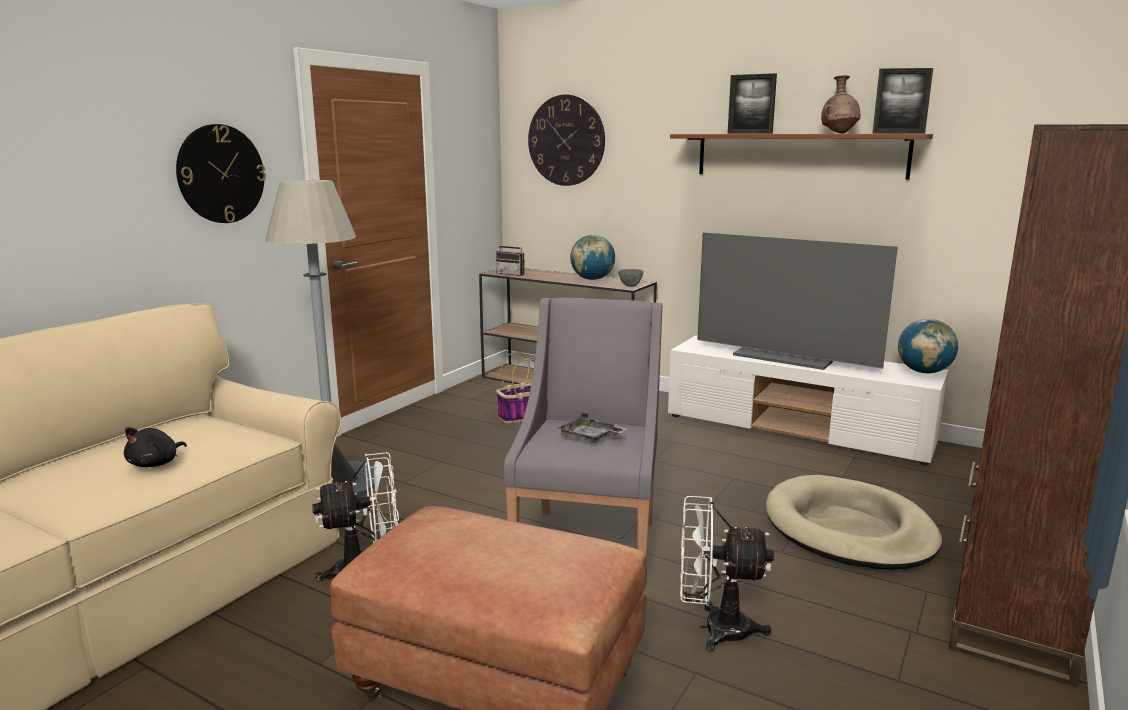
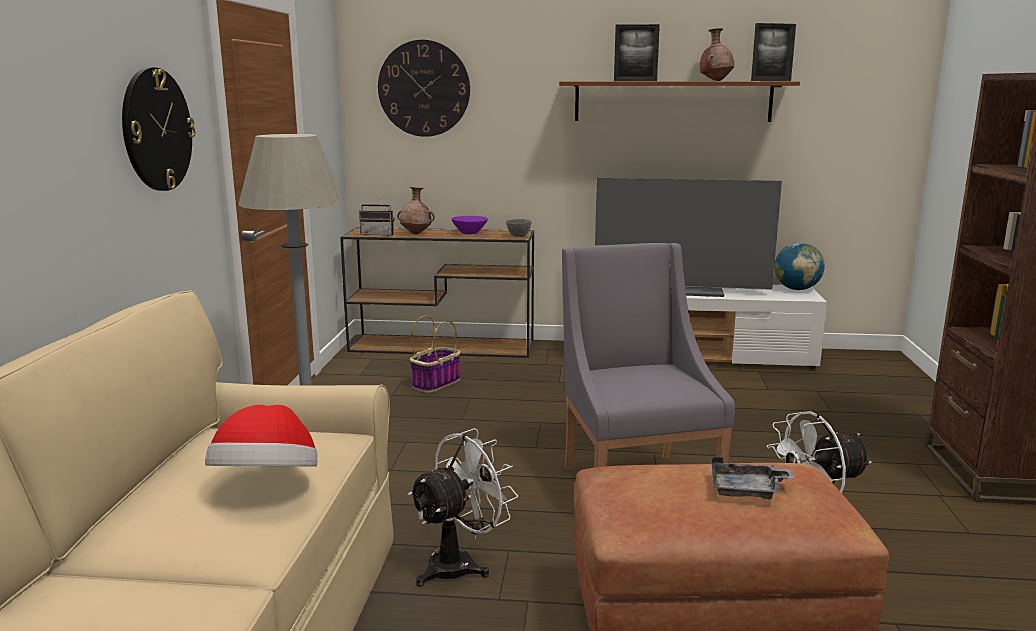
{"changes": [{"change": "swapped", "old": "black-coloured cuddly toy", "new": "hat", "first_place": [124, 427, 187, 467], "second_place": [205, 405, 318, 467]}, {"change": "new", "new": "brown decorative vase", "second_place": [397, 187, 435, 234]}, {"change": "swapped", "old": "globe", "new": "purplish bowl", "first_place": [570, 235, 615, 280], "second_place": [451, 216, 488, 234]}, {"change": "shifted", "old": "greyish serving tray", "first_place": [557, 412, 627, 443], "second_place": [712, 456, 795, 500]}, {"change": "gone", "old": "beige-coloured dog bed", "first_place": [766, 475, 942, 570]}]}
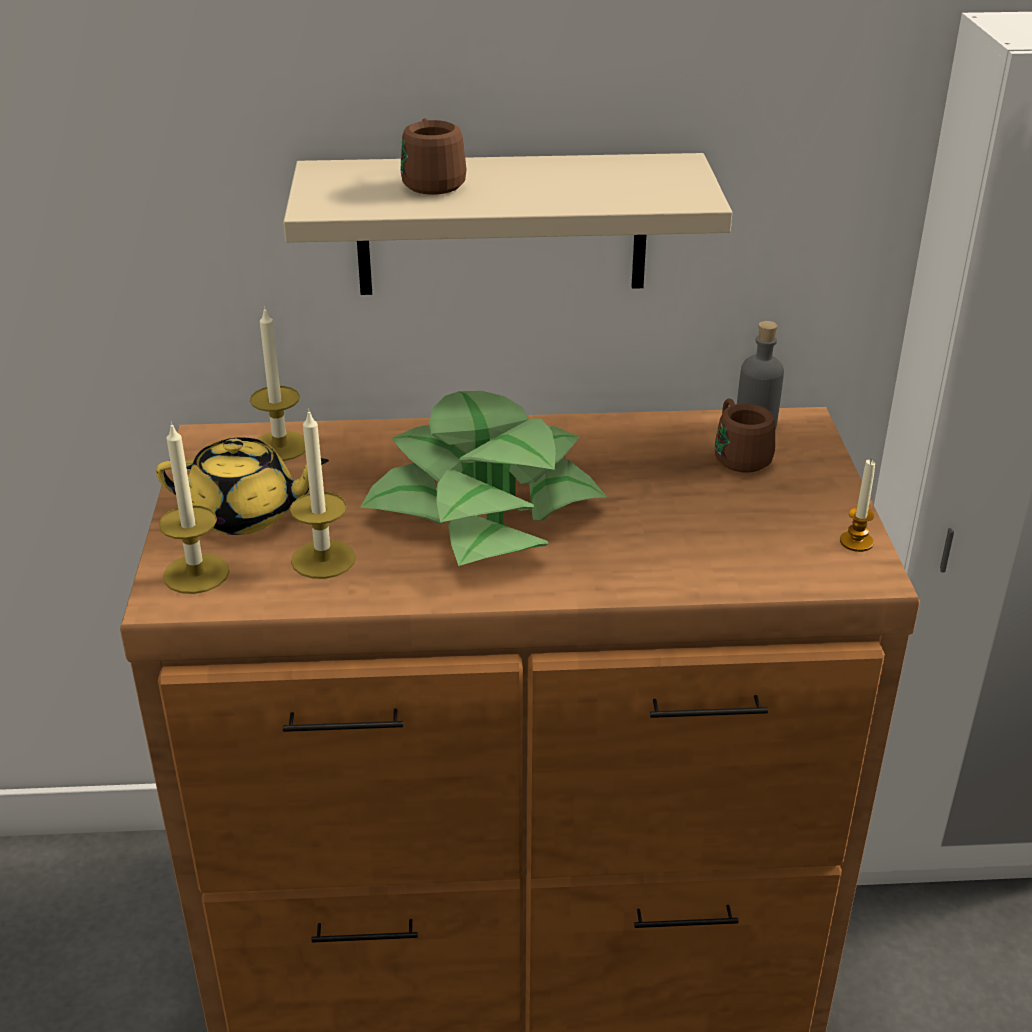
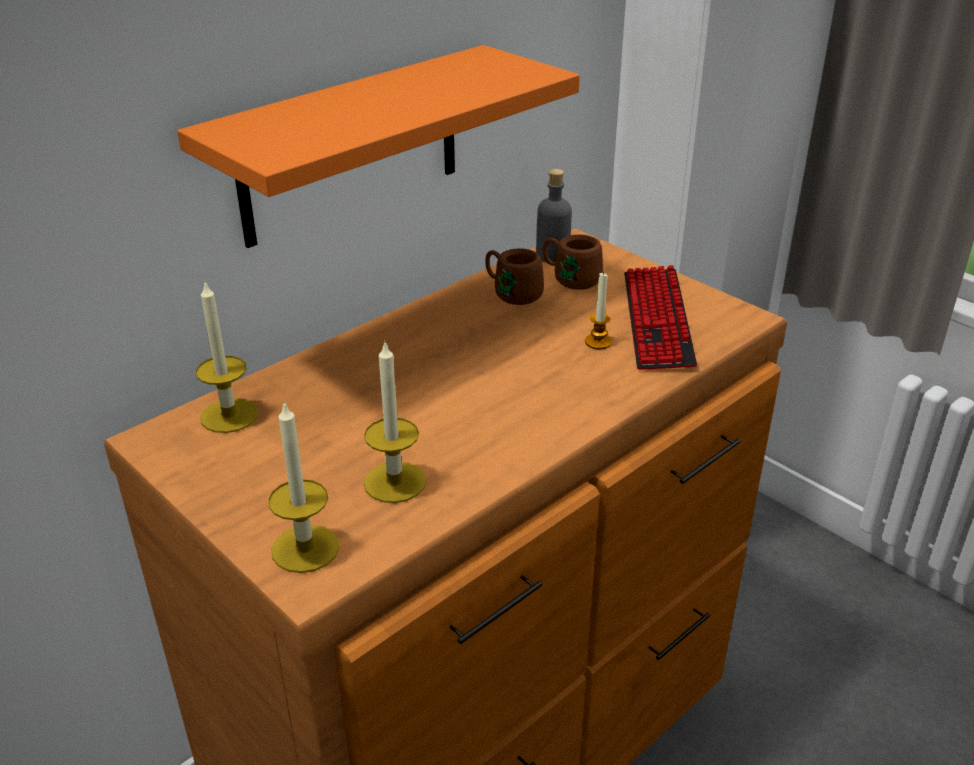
{"changes": [{"change": "repainted", "old": "beige-coloured shelf", "new": "orange shelf", "first_place": [283, 153, 732, 295], "second_place": [177, 45, 580, 248]}, {"change": "shifted", "old": "brown mug", "first_place": [401, 118, 467, 195], "second_place": [485, 248, 544, 305]}, {"change": "shifted", "old": "wax light", "first_place": [840, 460, 875, 552], "second_place": [585, 272, 612, 349]}, {"change": "new", "new": "computer keyboard", "second_place": [624, 265, 697, 370]}, {"change": "gone", "old": "yellow teapot", "first_place": [156, 437, 329, 535]}, {"change": "gone", "old": "houseplant", "first_place": [360, 391, 607, 566]}]}
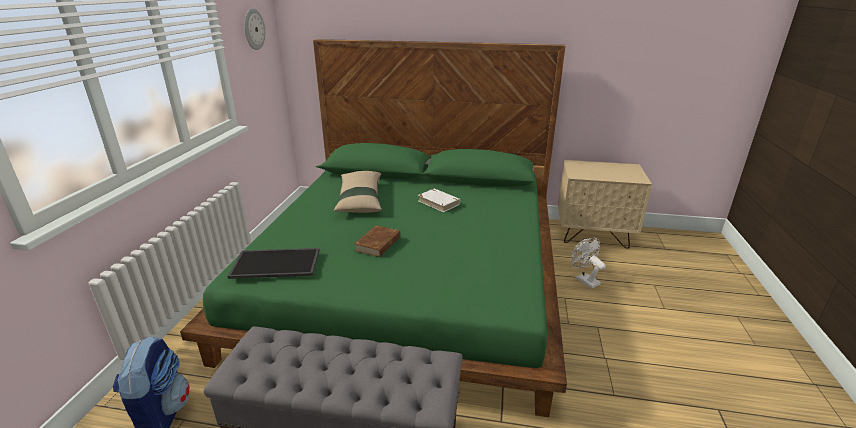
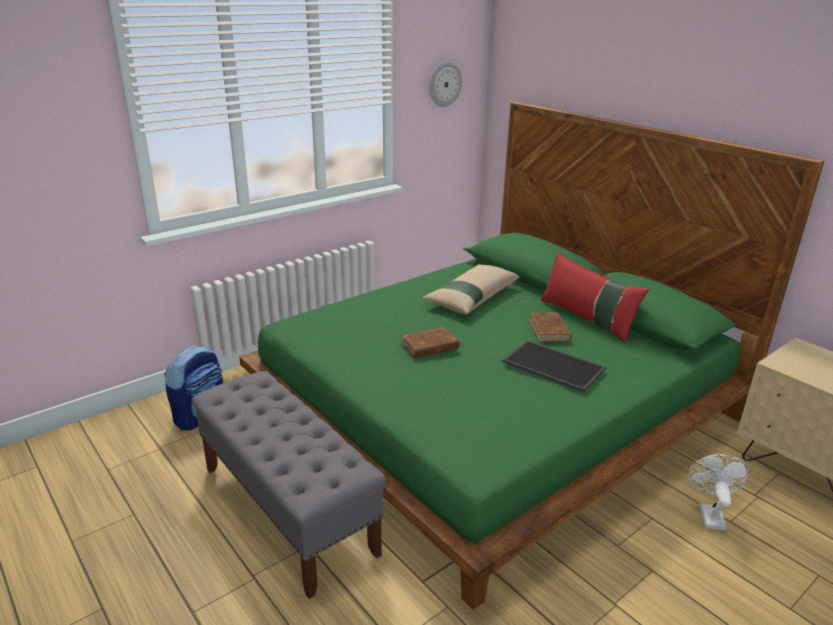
{"changes": [{"change": "shifted", "old": "serving tray", "first_place": [227, 248, 320, 279], "second_place": [503, 340, 606, 392]}, {"change": "repainted", "old": "whitish book", "new": "brown book", "first_place": [418, 189, 460, 212], "second_place": [529, 312, 571, 342]}, {"change": "new", "new": "red cushion", "second_place": [541, 252, 649, 343]}]}
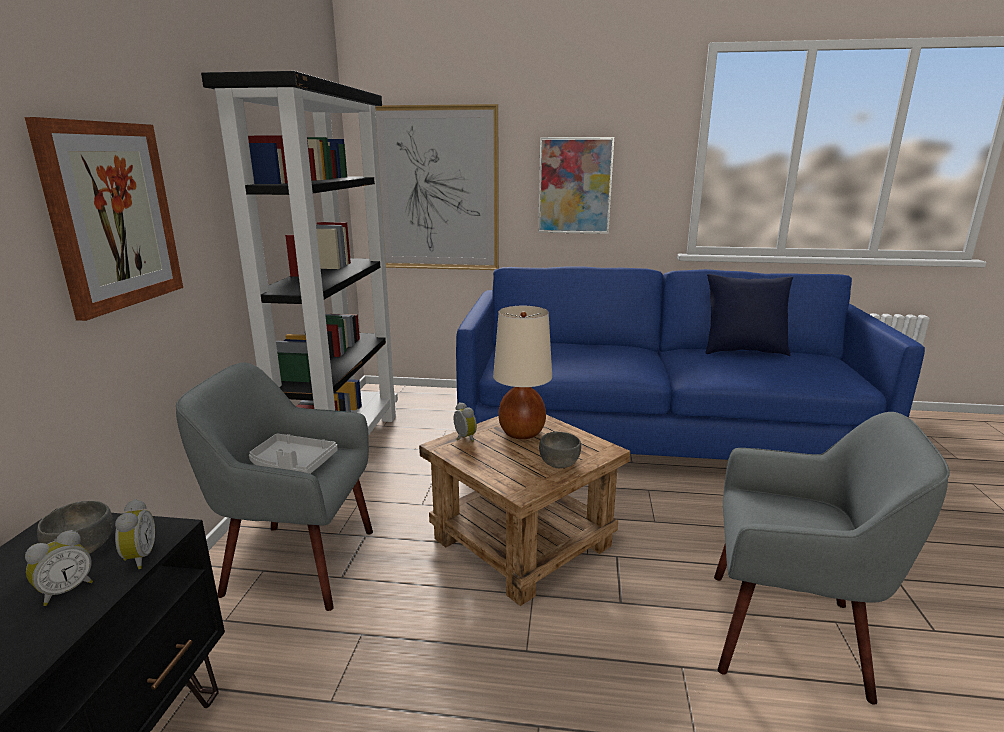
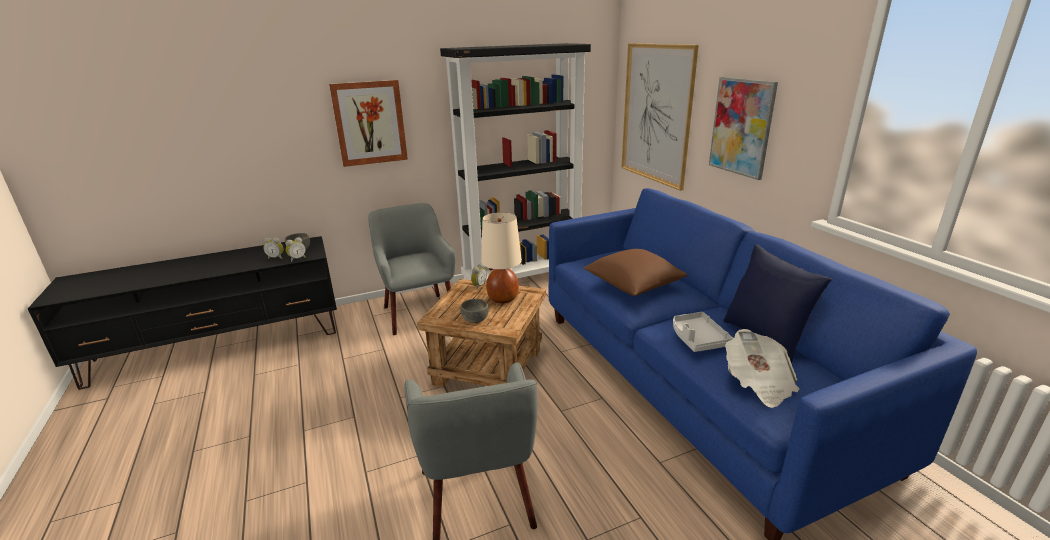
{"changes": [{"change": "new", "new": "brown cushion", "second_place": [583, 249, 687, 296]}, {"change": "shifted", "old": "greyish serving tray", "first_place": [249, 433, 338, 474], "second_place": [673, 312, 733, 352]}, {"change": "new", "new": "daily paper", "second_place": [725, 329, 800, 408]}]}
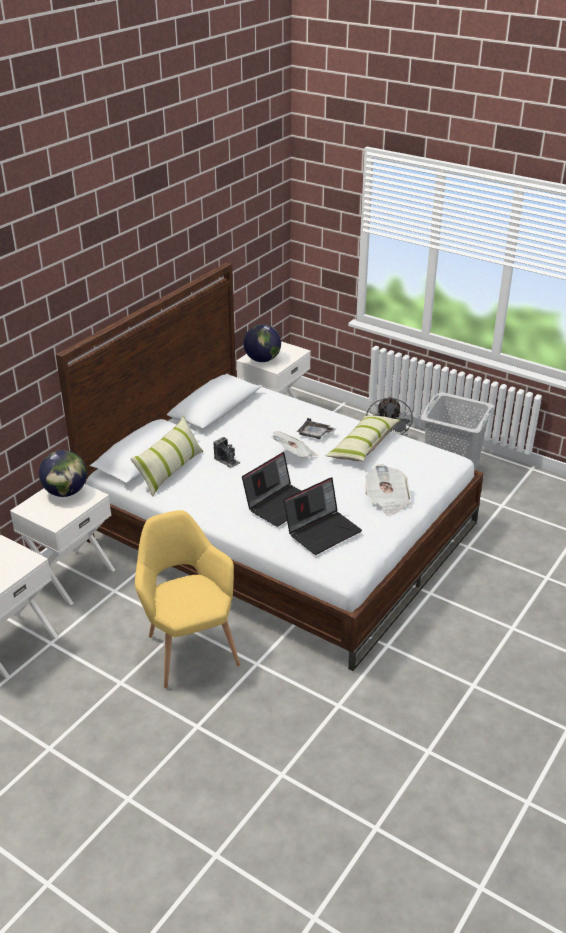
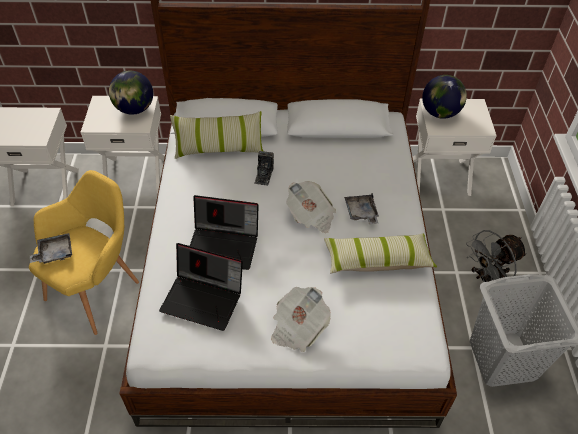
{"changes": [{"change": "new", "new": "greyish serving tray", "second_place": [30, 233, 72, 264]}]}
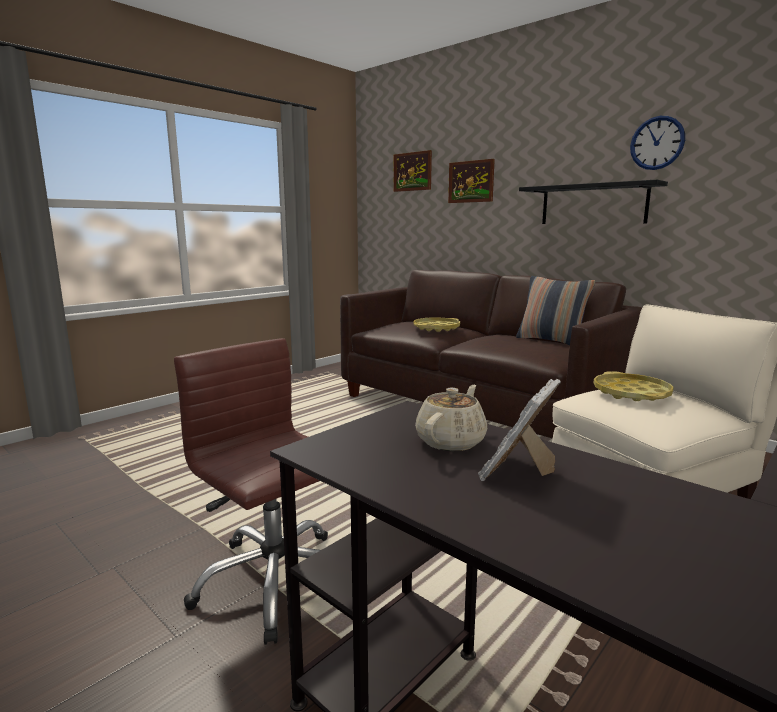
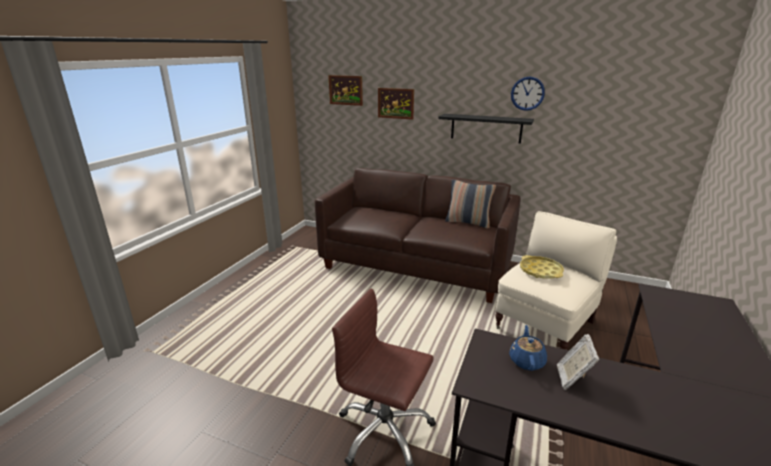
{"changes": [{"change": "repainted", "old": "beige-coloured teapot", "new": "blue-coloured teapot", "first_place": [415, 385, 487, 451], "second_place": [509, 325, 547, 371]}, {"change": "gone", "old": "yellow serving tray", "first_place": [414, 317, 460, 332]}]}
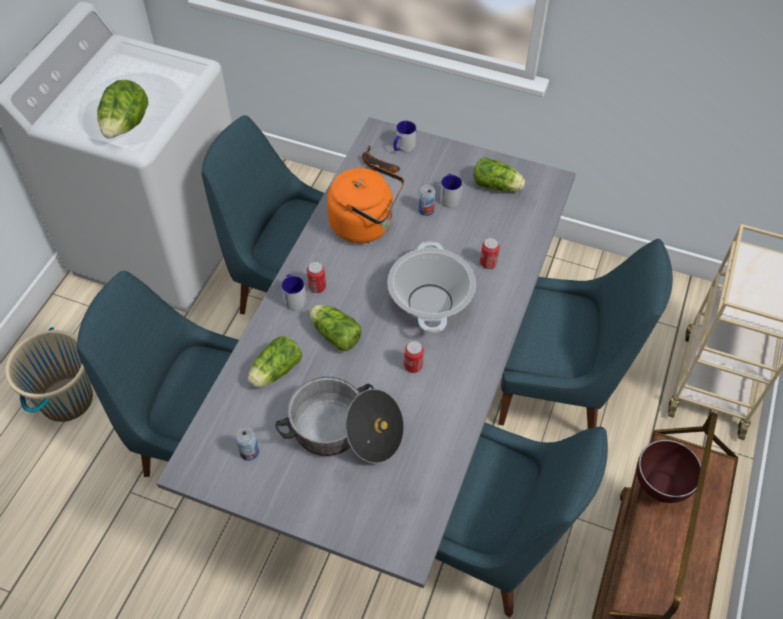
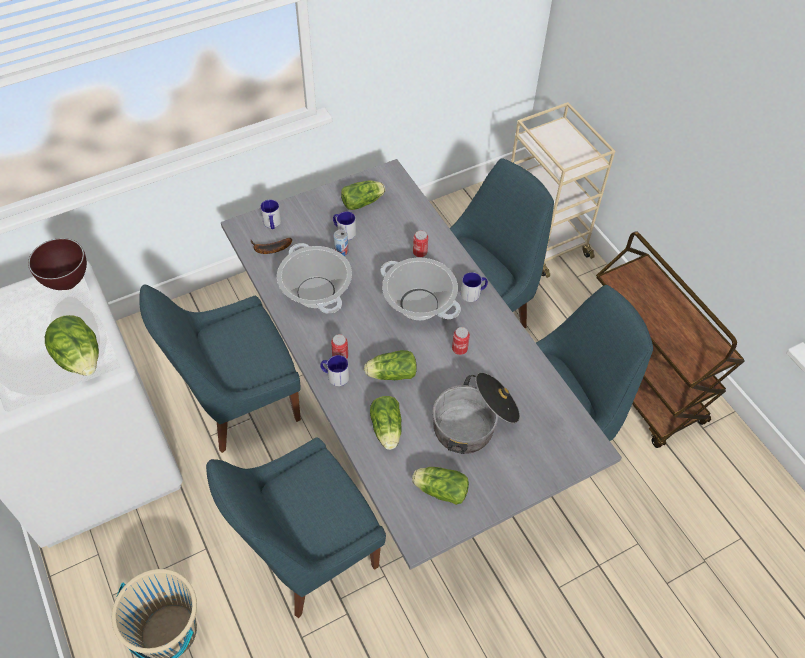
{"changes": [{"change": "shifted", "old": "brown bowl", "first_place": [637, 440, 701, 503], "second_place": [28, 238, 87, 290]}, {"change": "swapped", "old": "orange water kettle", "new": "cooking pot", "first_place": [327, 164, 404, 243], "second_place": [277, 243, 352, 314]}, {"change": "swapped", "old": "sealed can", "new": "lettuce", "first_place": [236, 428, 259, 461], "second_place": [412, 467, 469, 505]}, {"change": "new", "new": "mug", "second_place": [461, 272, 488, 302]}]}
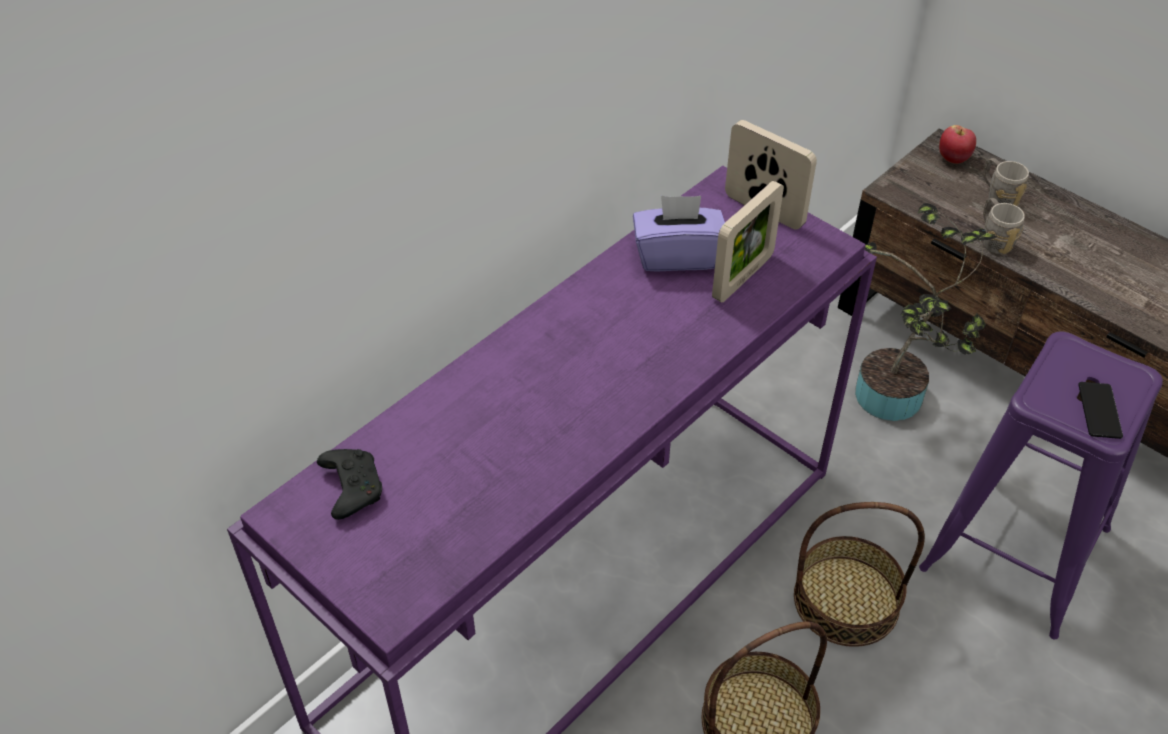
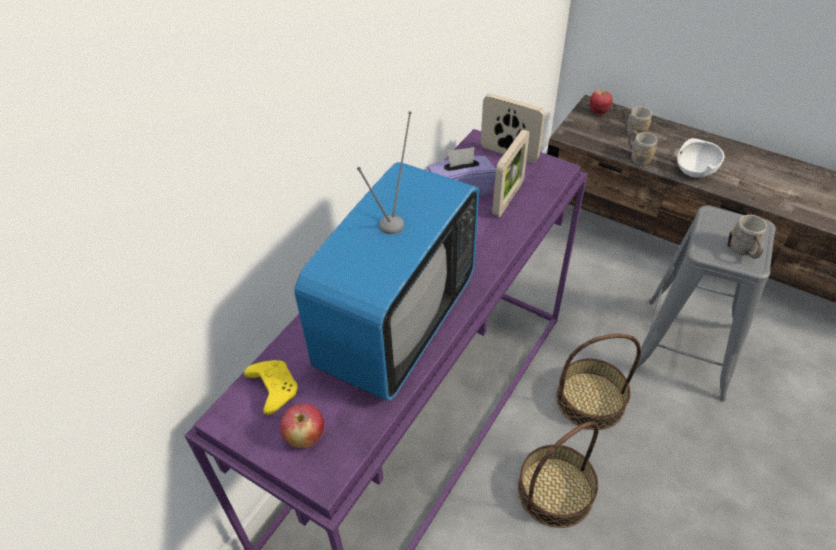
{"changes": [{"change": "repainted", "old": "black-coloured joypad", "new": "yellow joypad", "first_place": [317, 449, 382, 520], "second_place": [244, 360, 298, 415]}, {"change": "new", "new": "apple fruit", "second_place": [280, 404, 324, 448]}, {"change": "new", "new": "TV", "second_place": [294, 111, 479, 401]}, {"change": "repainted", "old": "purplish stool seat", "new": "greyish stool seat", "first_place": [919, 331, 1163, 639], "second_place": [630, 205, 776, 402]}, {"change": "new", "new": "whitish bowl", "second_place": [677, 138, 725, 177]}, {"change": "swapped", "old": "handset", "new": "greyish mug", "first_place": [1078, 382, 1123, 439], "second_place": [730, 215, 767, 259]}, {"change": "gone", "old": "houseplant", "first_place": [855, 203, 998, 421]}]}
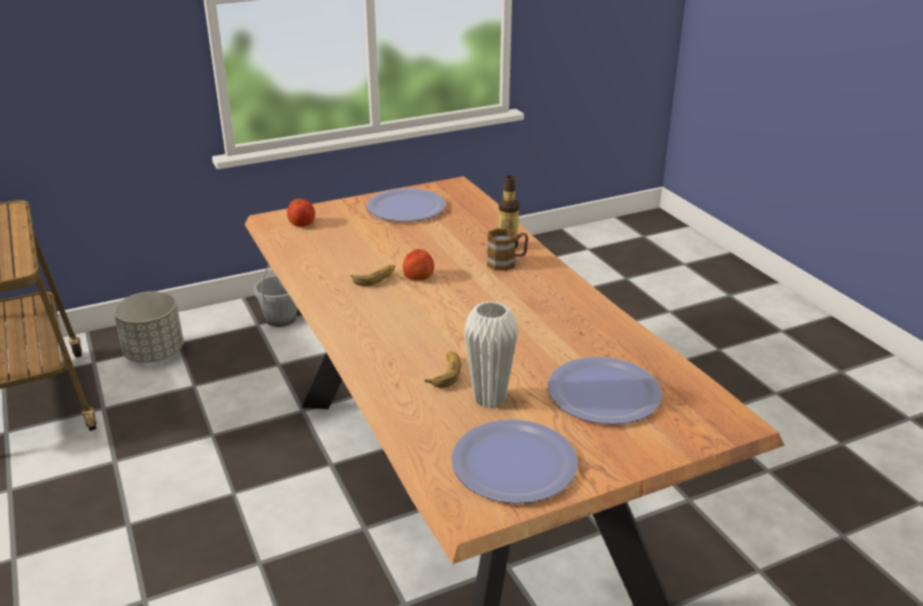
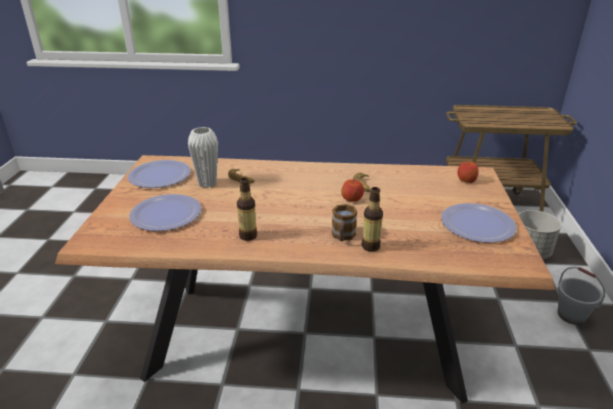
{"changes": [{"change": "new", "new": "beverage bottle", "second_place": [237, 178, 257, 241]}]}
